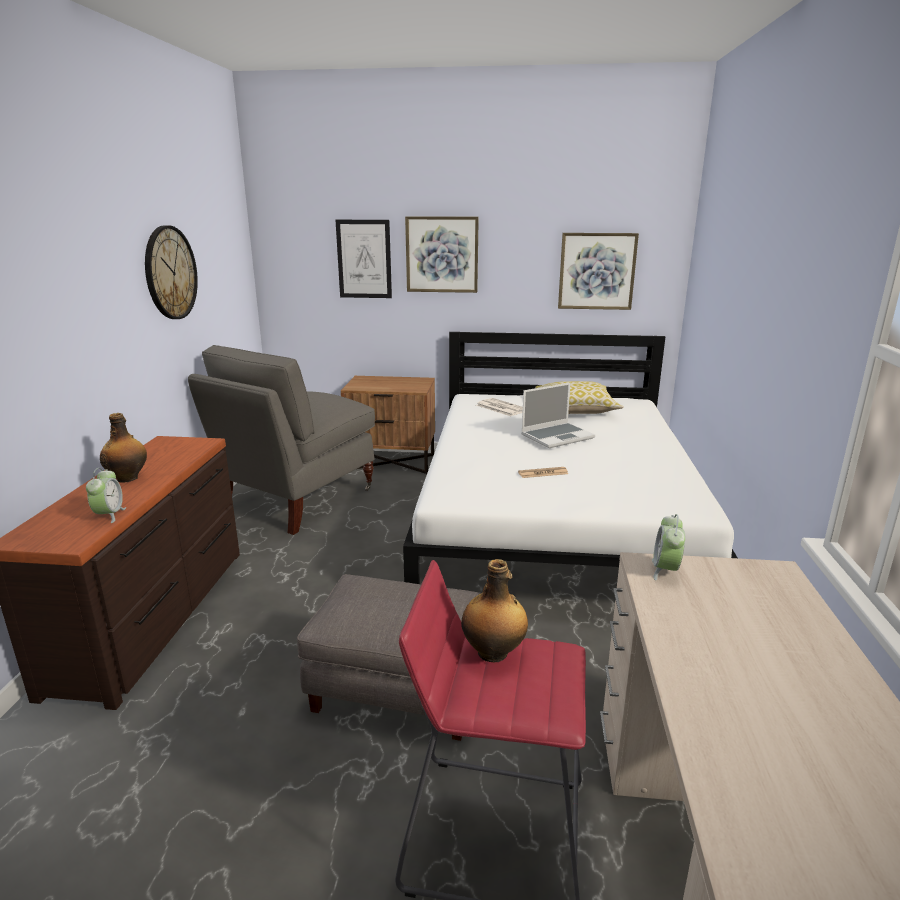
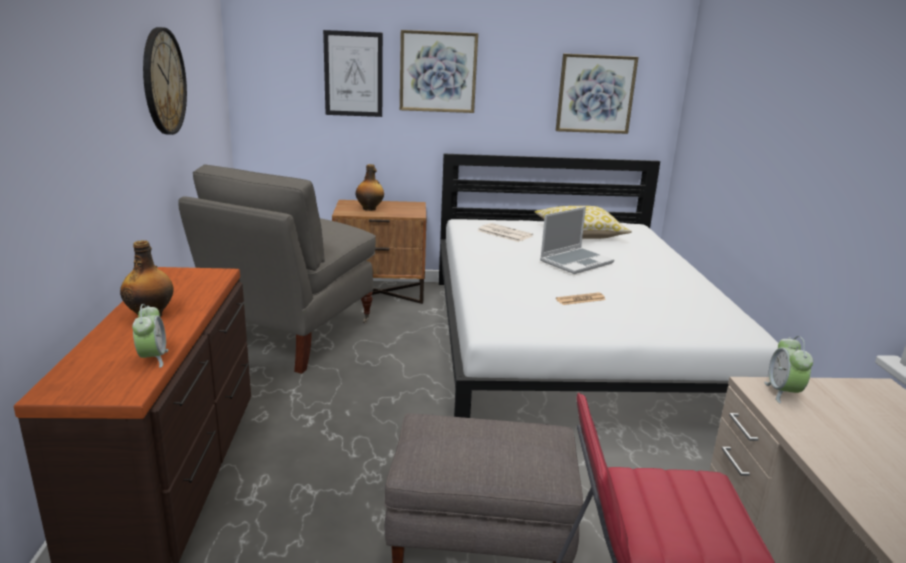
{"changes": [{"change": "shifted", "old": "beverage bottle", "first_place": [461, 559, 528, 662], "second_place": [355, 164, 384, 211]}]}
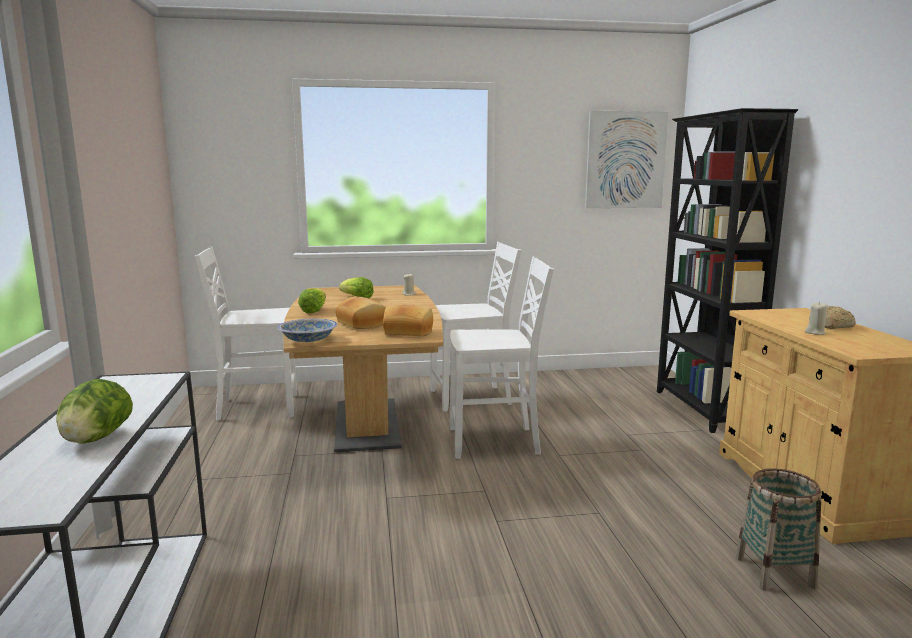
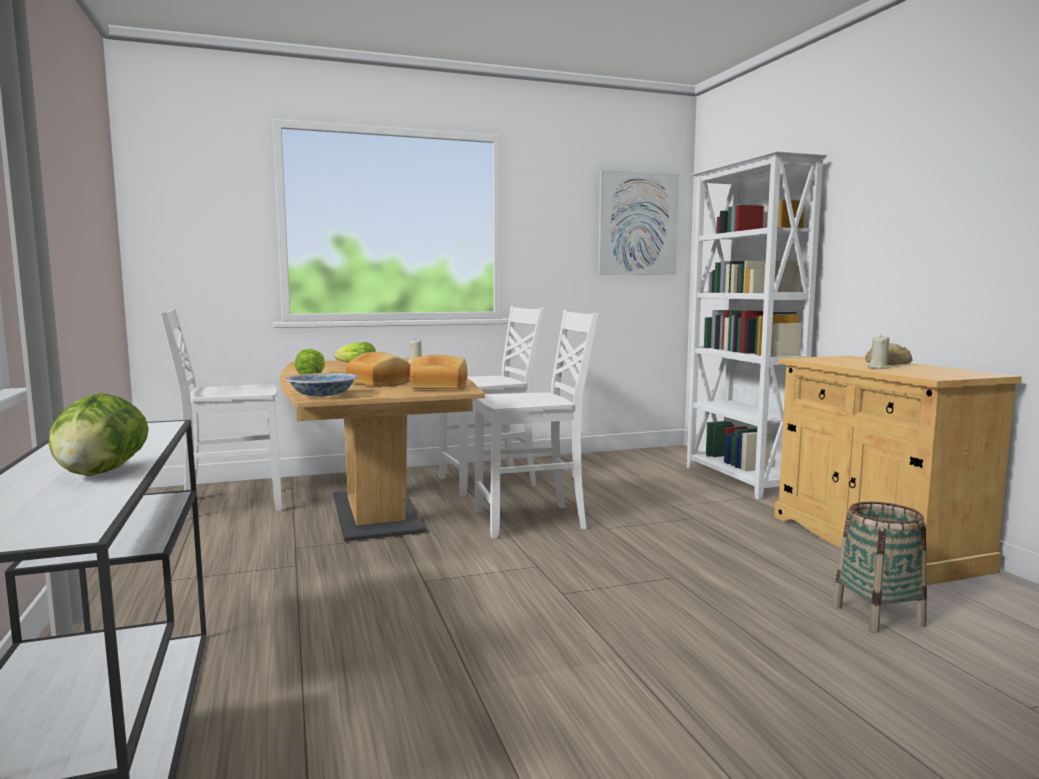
{"changes": [{"change": "repainted", "old": "black-coloured shelving unit", "new": "whitish shelving unit", "first_place": [657, 108, 798, 433], "second_place": [687, 151, 827, 500]}]}
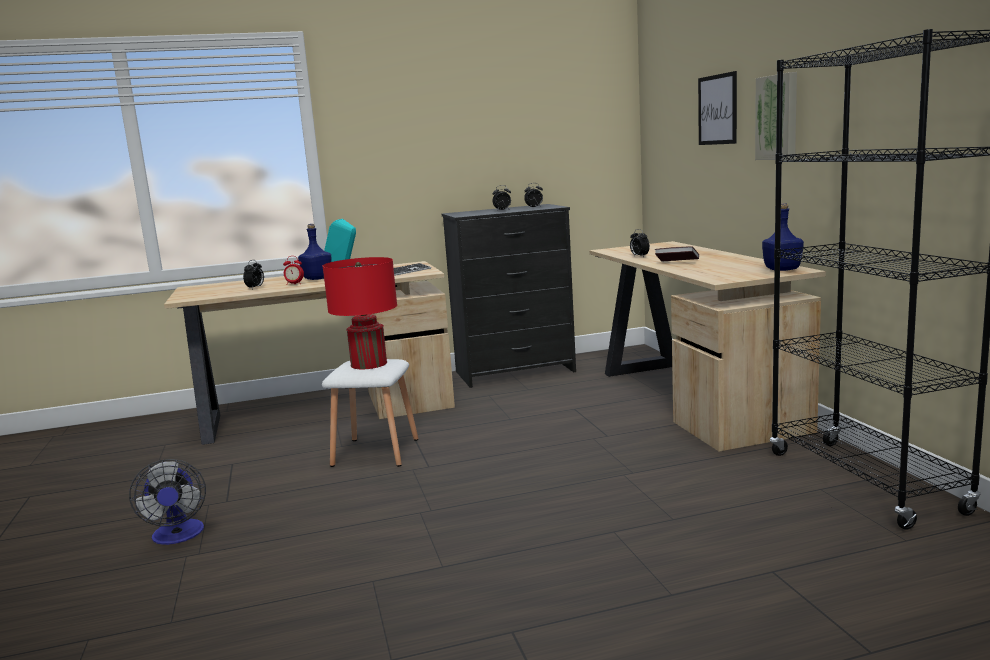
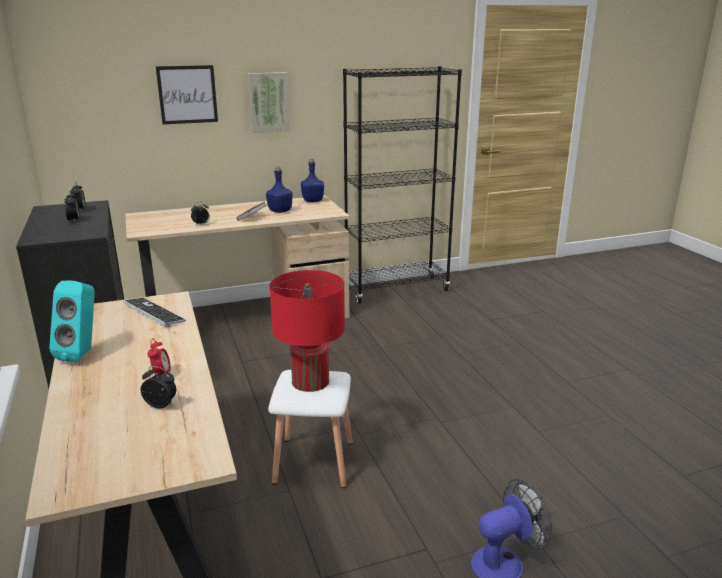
{"changes": [{"change": "shifted", "old": "blue-coloured beverage bottle", "first_place": [298, 224, 332, 280], "second_place": [266, 167, 293, 213]}]}
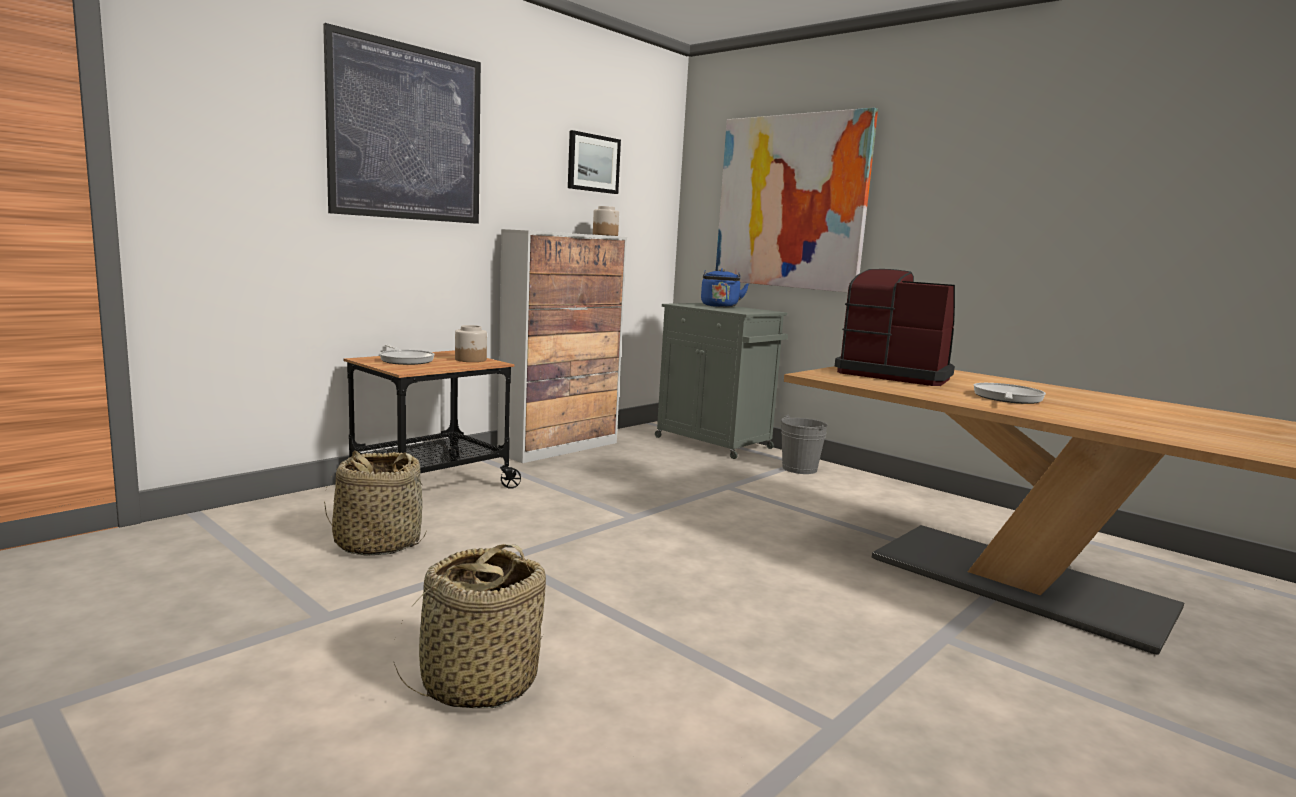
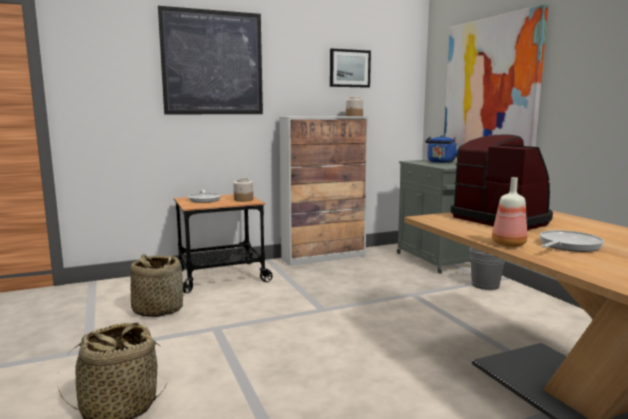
{"changes": [{"change": "new", "new": "beverage bottle", "second_place": [492, 177, 527, 247]}]}
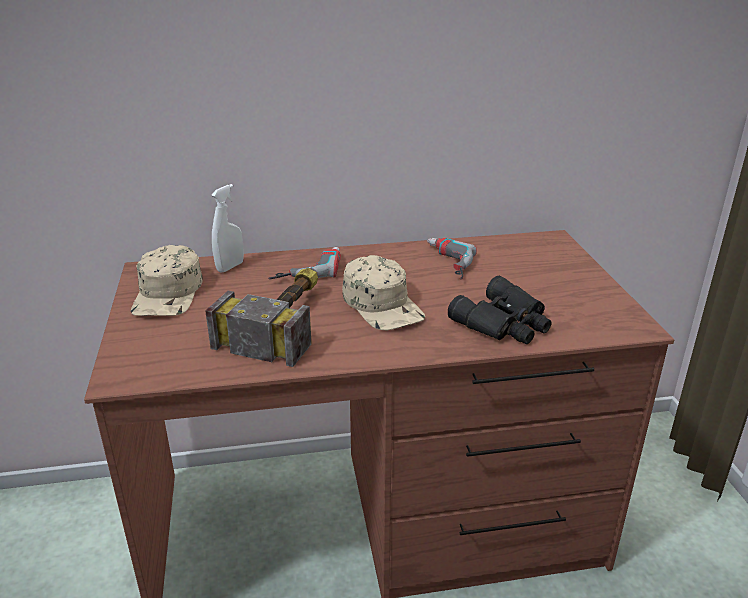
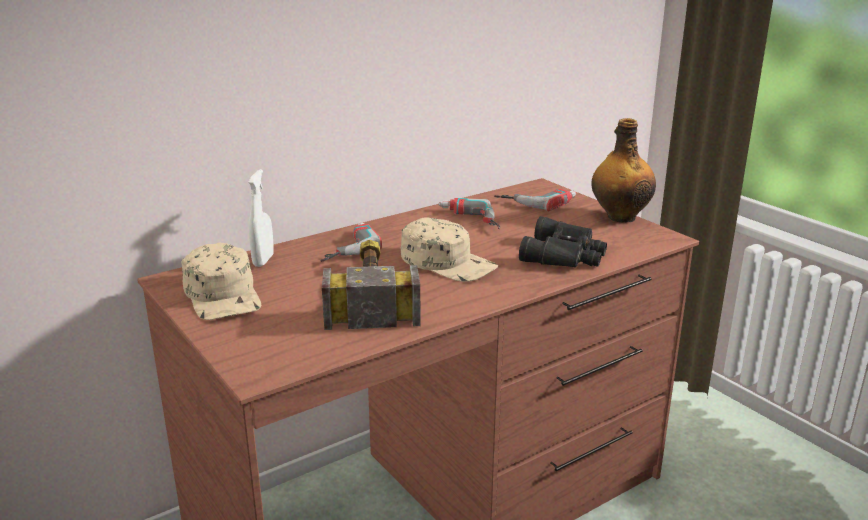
{"changes": [{"change": "new", "new": "electric drill", "second_place": [494, 189, 576, 211]}, {"change": "new", "new": "beverage bottle", "second_place": [591, 118, 656, 223]}]}
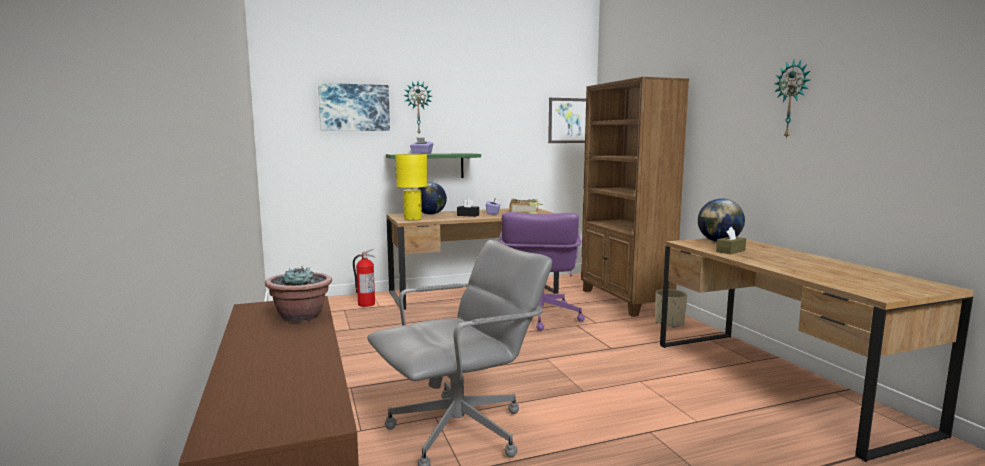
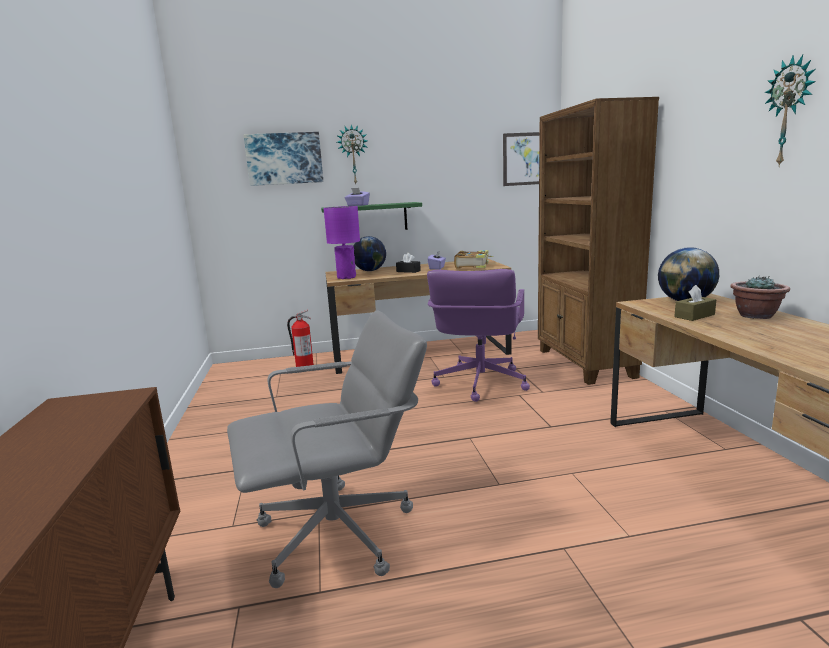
{"changes": [{"change": "repainted", "old": "yellow tabletop lamp", "new": "purplish tabletop lamp", "first_place": [395, 154, 427, 220], "second_place": [323, 206, 360, 279]}, {"change": "shifted", "old": "houseplant", "first_place": [265, 266, 332, 322], "second_place": [730, 275, 790, 319]}, {"change": "gone", "old": "beige-coloured planter", "first_place": [655, 289, 688, 328]}]}
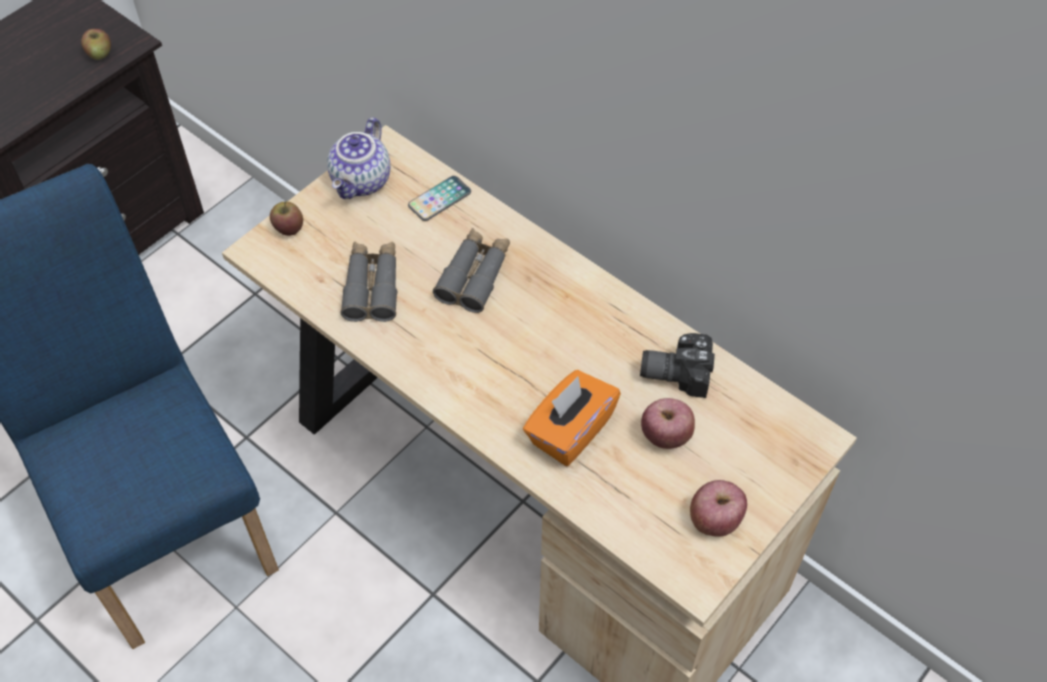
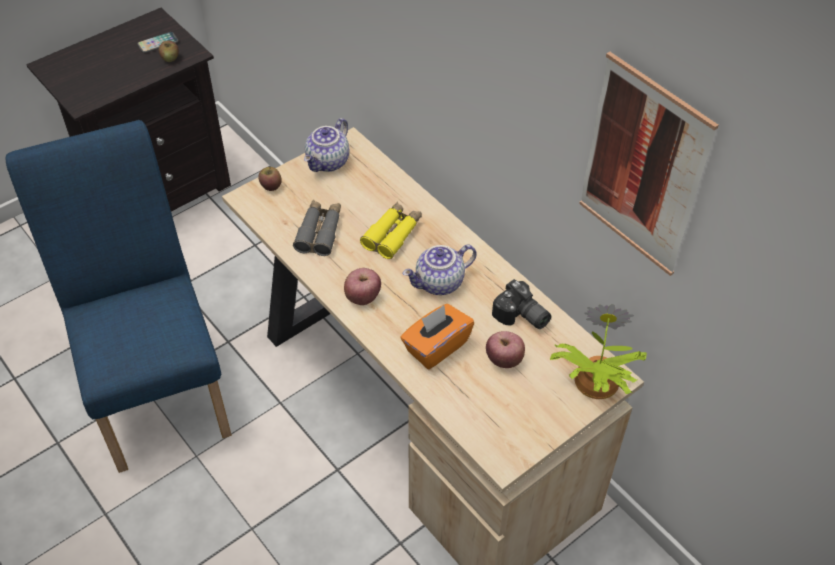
{"changes": [{"change": "shifted", "old": "handset", "first_place": [408, 176, 471, 221], "second_place": [137, 32, 178, 53]}, {"change": "shifted", "old": "apple fruit", "first_place": [690, 480, 747, 537], "second_place": [344, 268, 381, 305]}, {"change": "repainted", "old": "greyish pair of binoculars", "new": "yellow pair of binoculars", "first_place": [433, 228, 510, 313], "second_place": [360, 202, 422, 259]}, {"change": "new", "new": "teapot", "second_place": [403, 244, 477, 295]}, {"change": "rotated", "old": "still camera", "first_place": [640, 333, 715, 398], "second_place": [492, 279, 551, 329], "degrees": -150}, {"change": "new", "new": "houseplant", "second_place": [550, 304, 647, 399]}, {"change": "new", "new": "wall art", "second_place": [579, 52, 719, 276]}]}
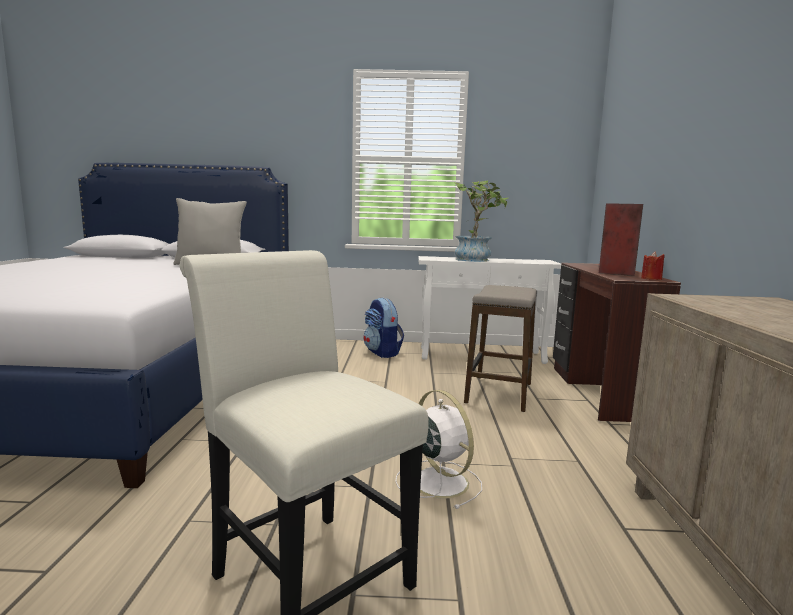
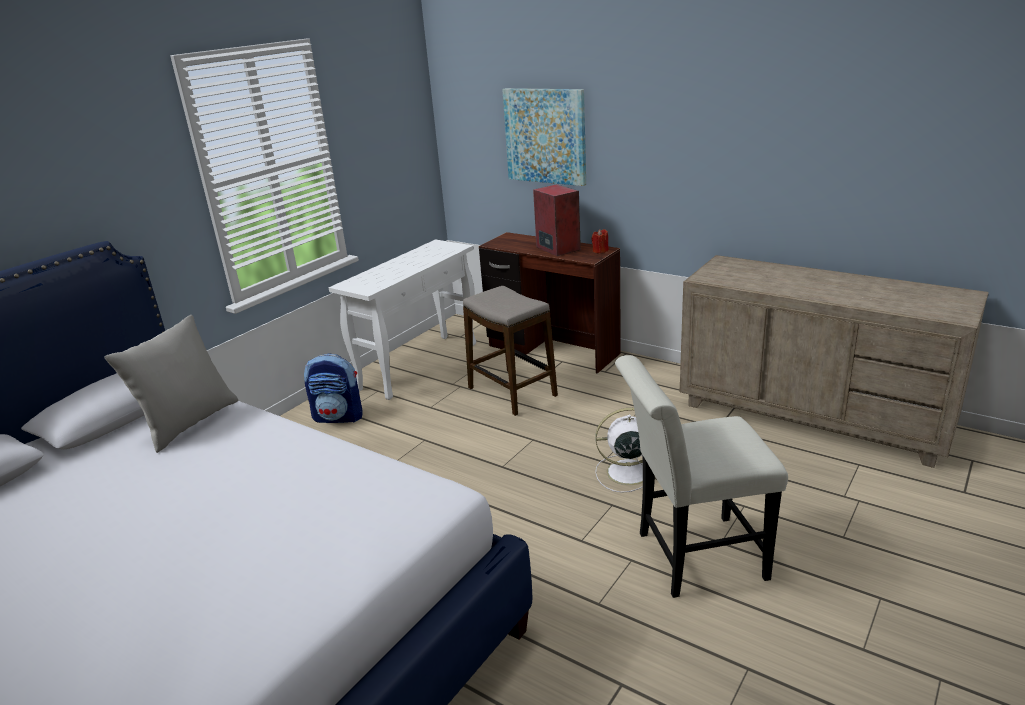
{"changes": [{"change": "new", "new": "wall art", "second_place": [502, 88, 586, 186]}, {"change": "gone", "old": "houseplant", "first_place": [453, 180, 508, 262]}]}
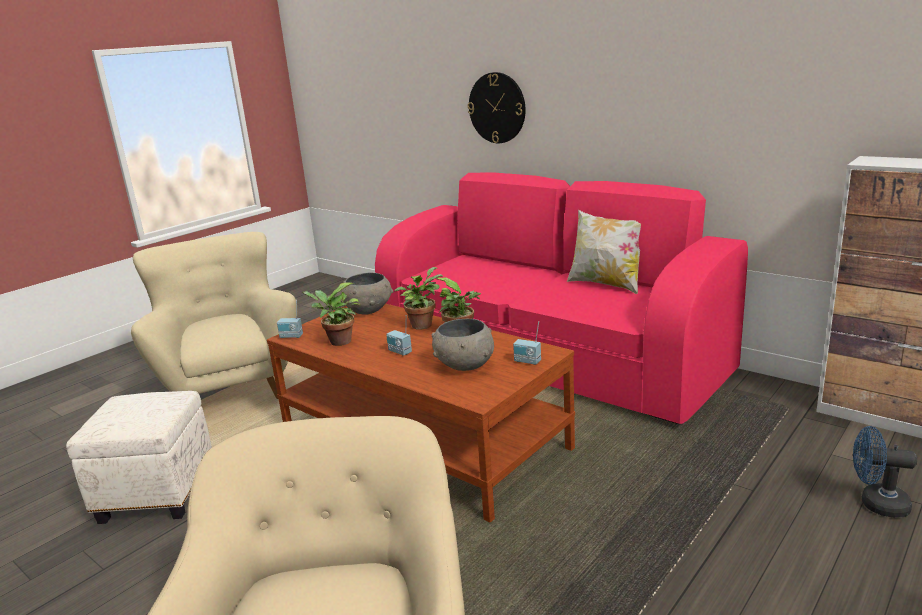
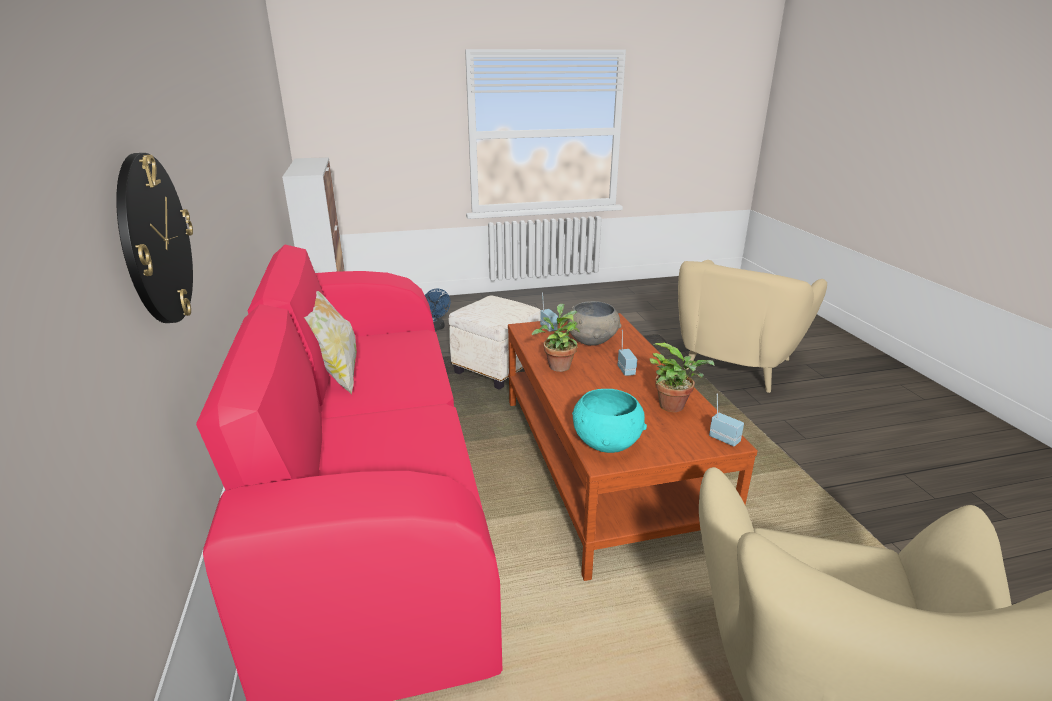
{"changes": [{"change": "shifted", "old": "whitish footrest", "first_place": [66, 391, 212, 524], "second_place": [449, 296, 541, 390]}, {"change": "repainted", "old": "greyish bowl", "new": "turquoise-coloured bowl", "first_place": [341, 273, 393, 315], "second_place": [572, 389, 647, 453]}, {"change": "gone", "old": "houseplant", "first_place": [394, 267, 443, 330]}]}
